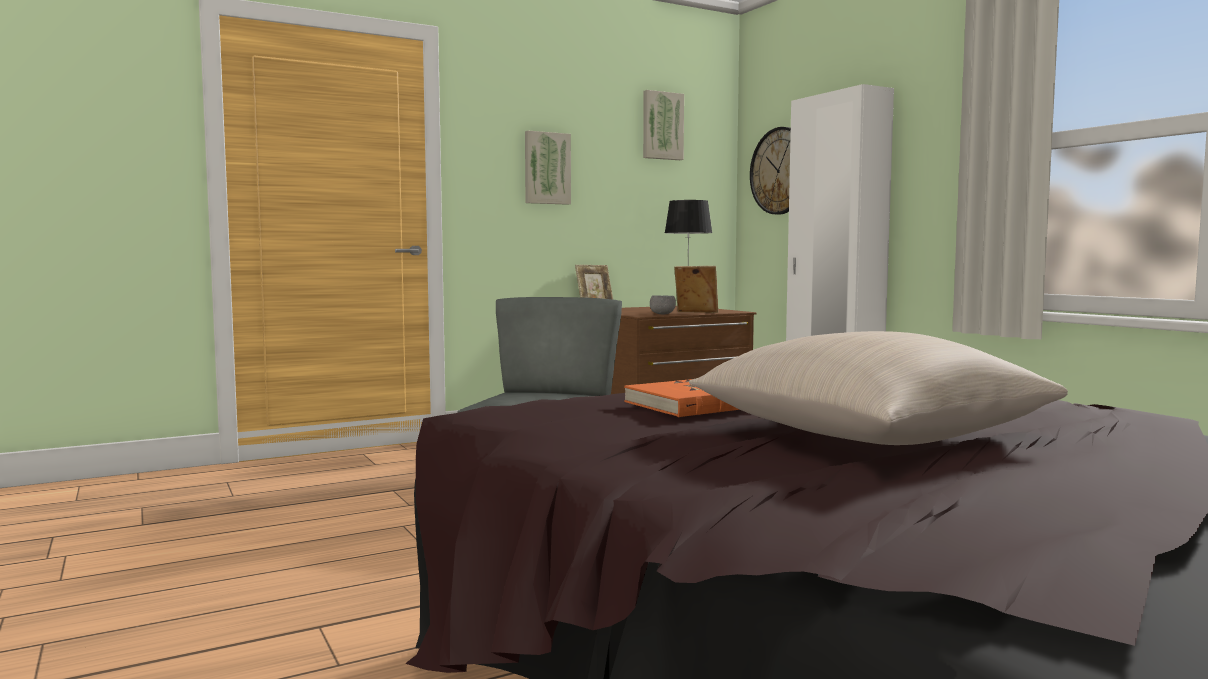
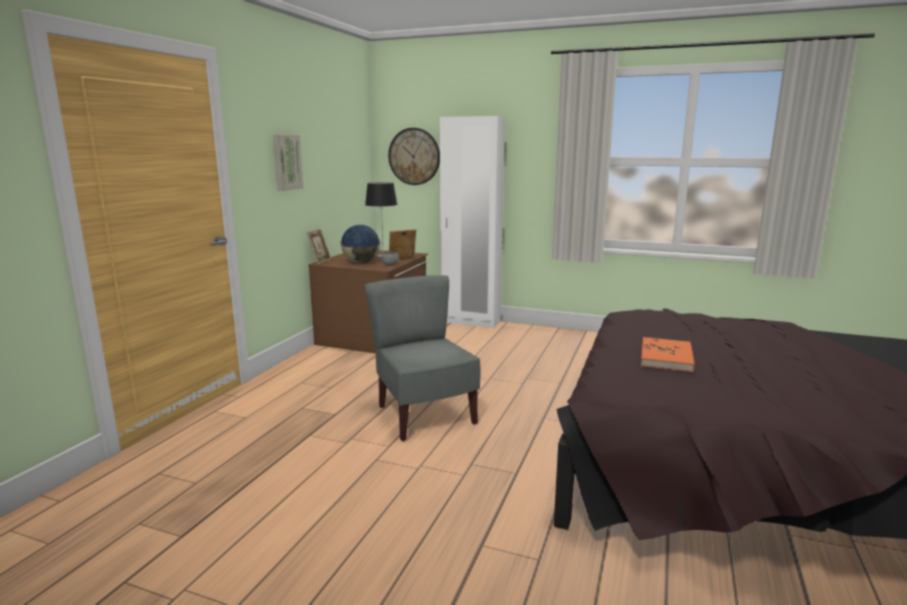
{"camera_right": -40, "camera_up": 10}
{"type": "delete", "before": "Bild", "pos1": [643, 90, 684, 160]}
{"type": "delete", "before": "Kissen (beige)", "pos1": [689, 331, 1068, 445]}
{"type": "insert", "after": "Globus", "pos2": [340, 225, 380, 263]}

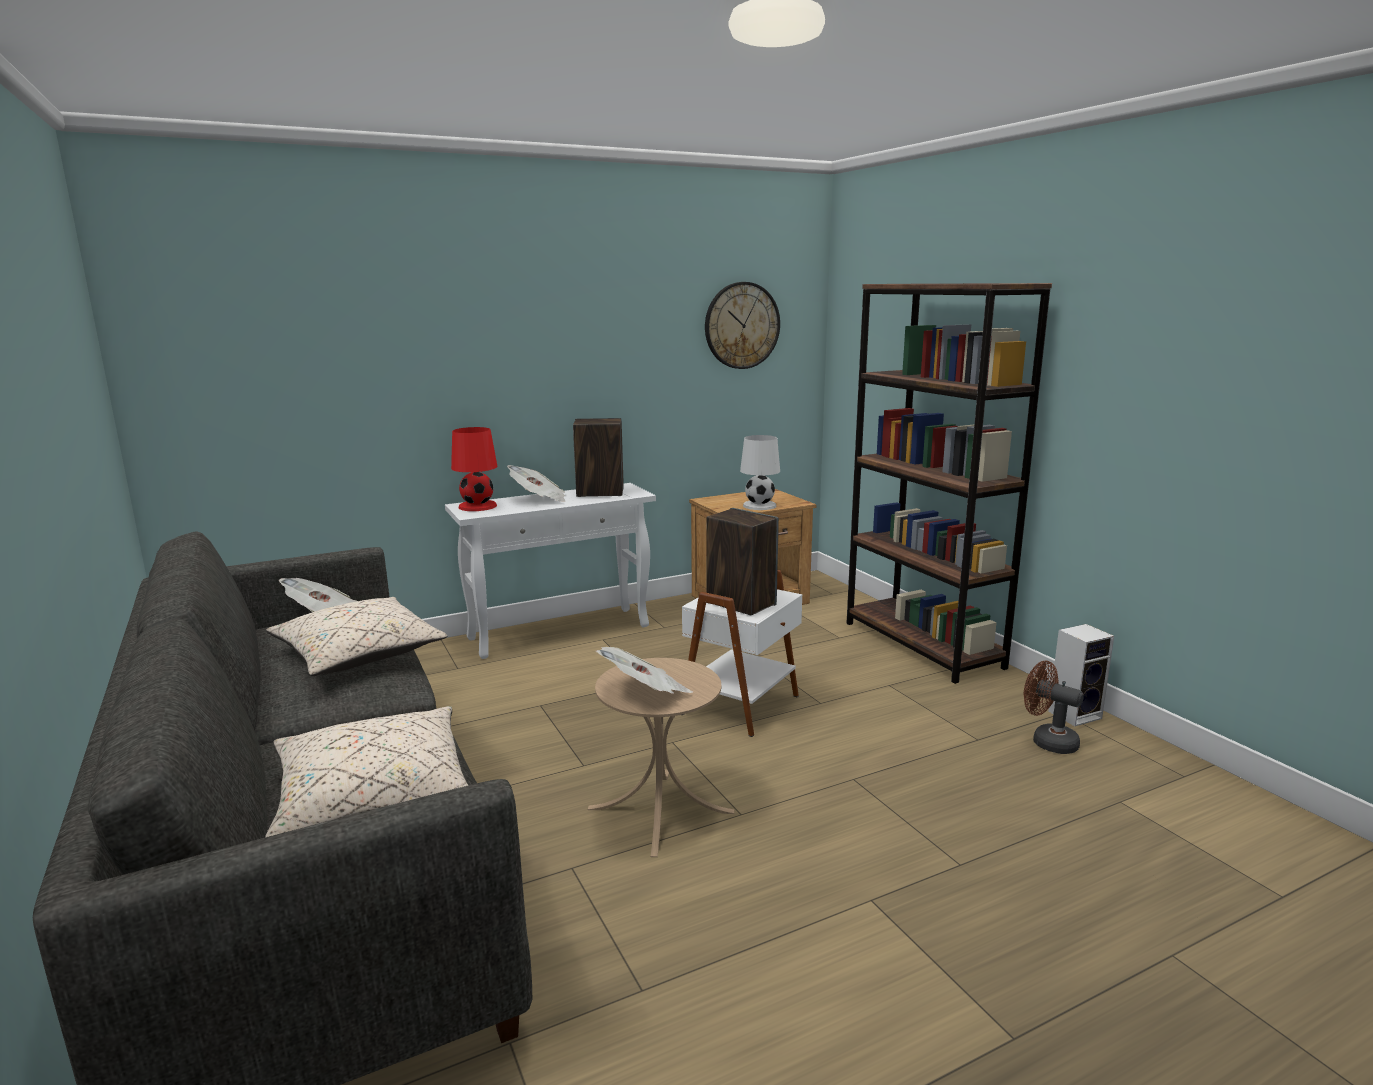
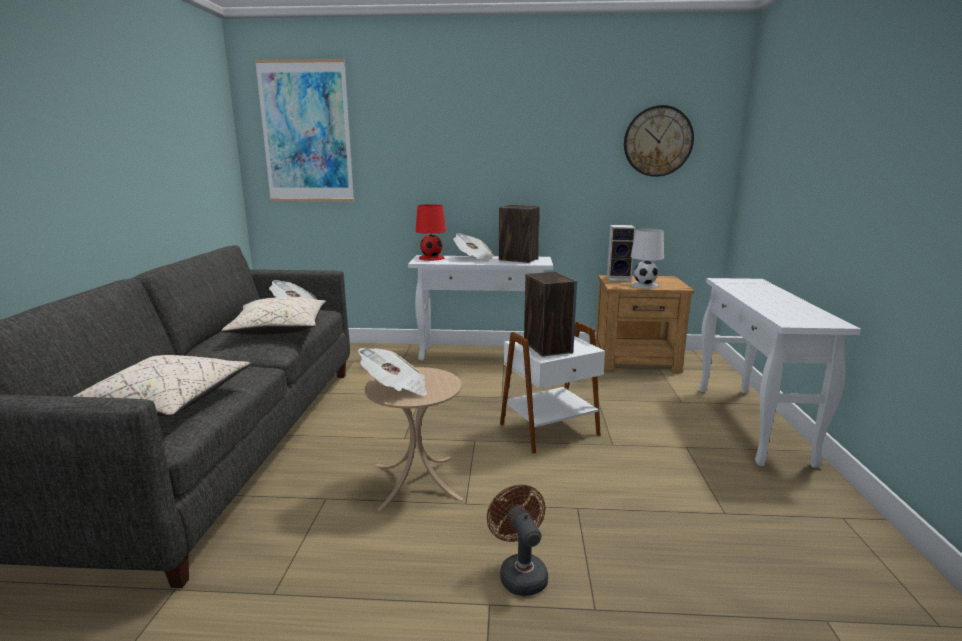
{"camera_right": 30, "camera_up": 0}
{"type": "replace", "before": "Bücherregal (braun)", "after": "Konsolentisch (weiß)", "pos1": [846, 283, 1052, 684], "pos2": [699, 278, 861, 468]}
{"type": "move", "before": "Ventilator (braun)", "pos1": [1024, 661, 1084, 754], "pos2": [487, 484, 548, 596]}
{"type": "move", "before": "Lautsprecher", "pos1": [1048, 624, 1114, 726], "pos2": [607, 225, 635, 282]}
{"type": "insert", "after": "Bild", "pos2": [255, 59, 354, 202]}

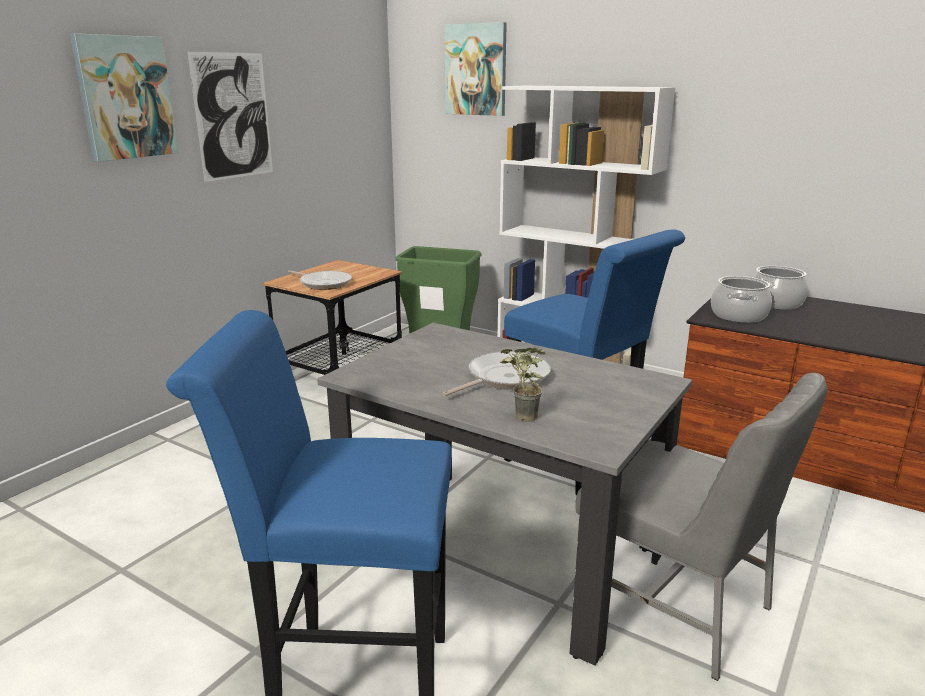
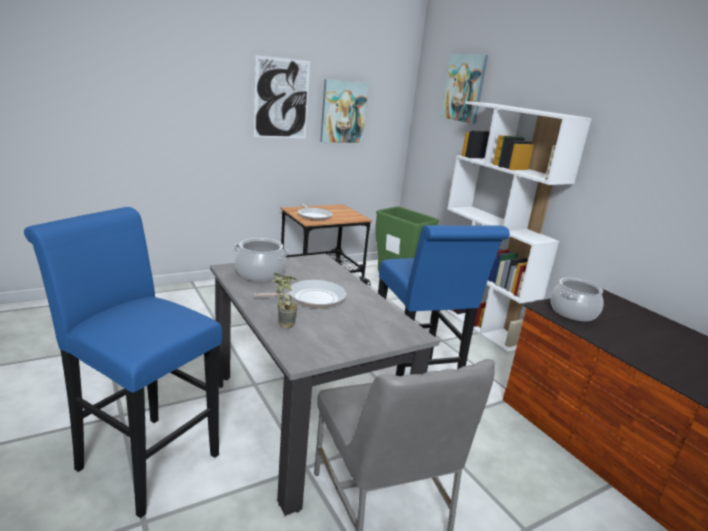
{"camera_right": 25, "camera_up": 0}
{"type": "move", "before": "Bild", "pos1": [70, 33, 179, 162], "pos2": [320, 79, 369, 143]}
{"type": "move", "before": "Kochtopf", "pos1": [753, 266, 808, 310], "pos2": [233, 238, 290, 281]}

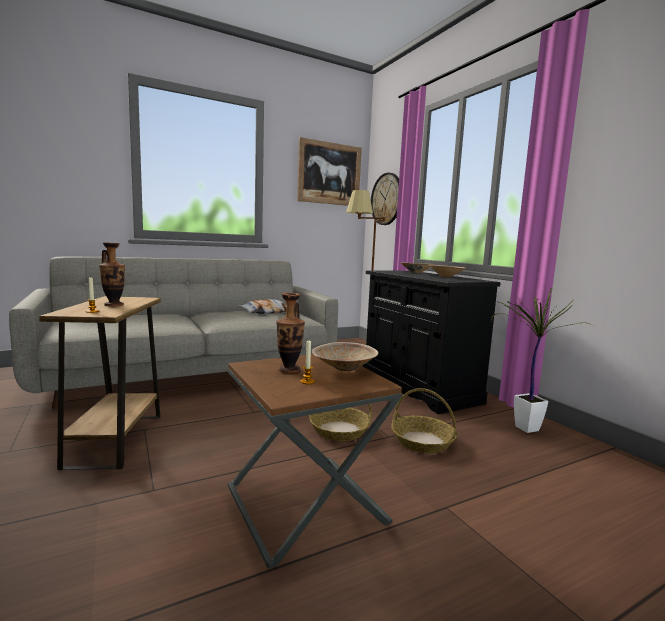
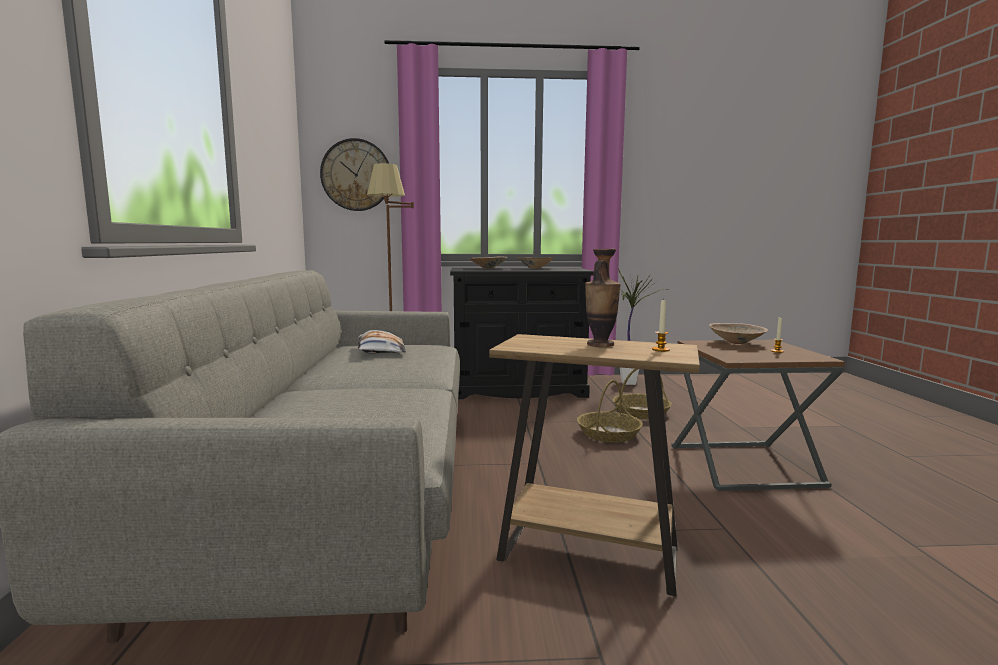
{"camera_right": -65, "camera_up": 0}
{"type": "delete", "before": "Vase", "pos1": [276, 293, 305, 373]}
{"type": "delete", "before": "Bild", "pos1": [297, 137, 362, 206]}

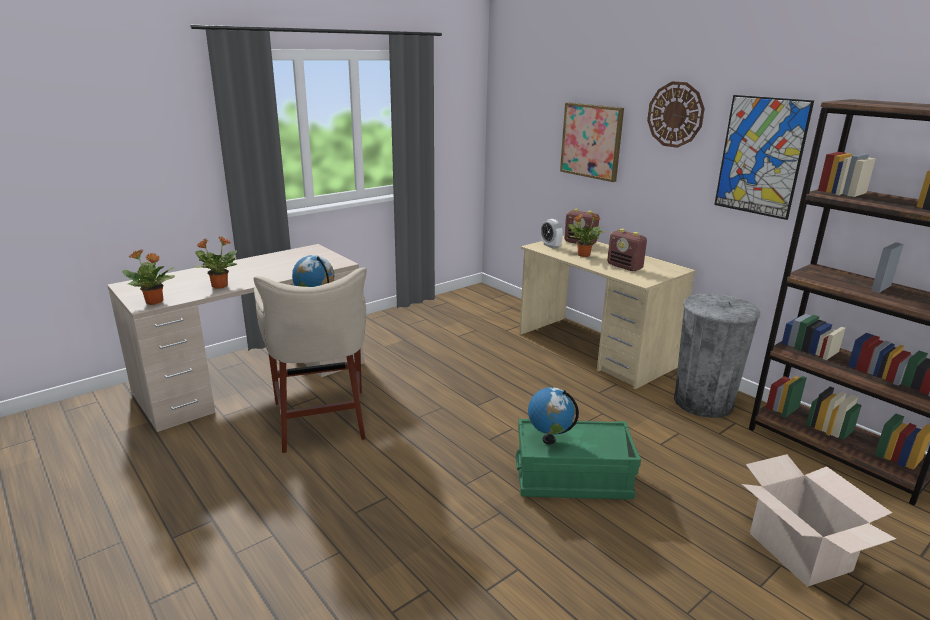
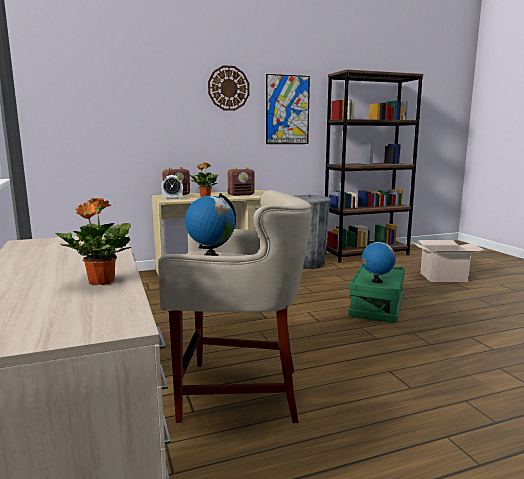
{"camera_right": -70, "camera_up": -10}
{"type": "delete", "before": "Topfpflanze", "pos1": [122, 250, 175, 305]}
{"type": "delete", "before": "Bild", "pos1": [560, 102, 624, 182]}

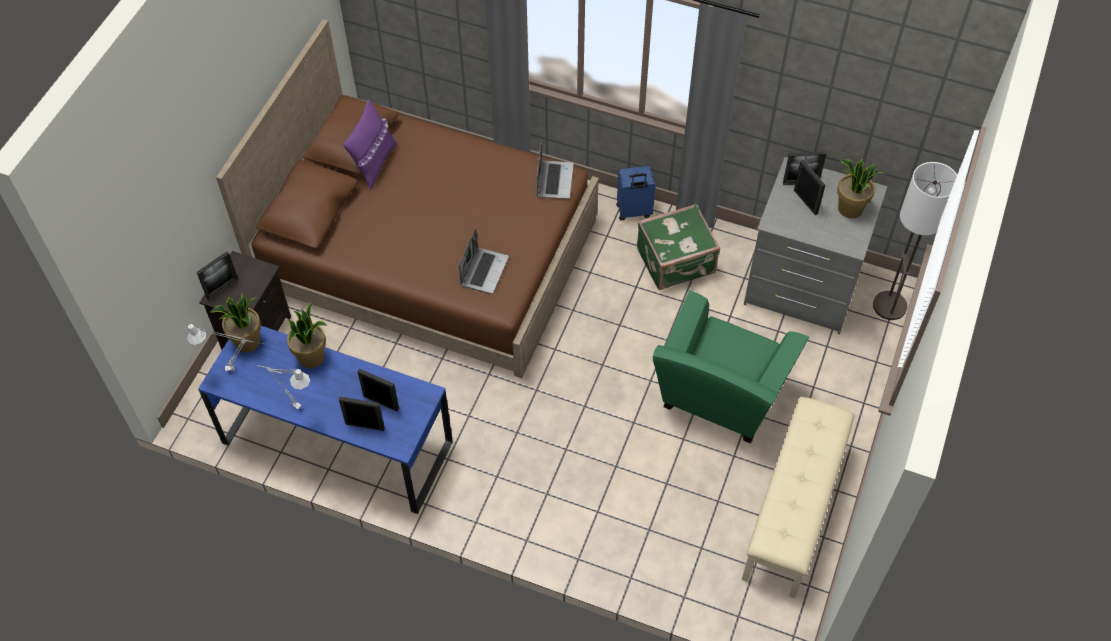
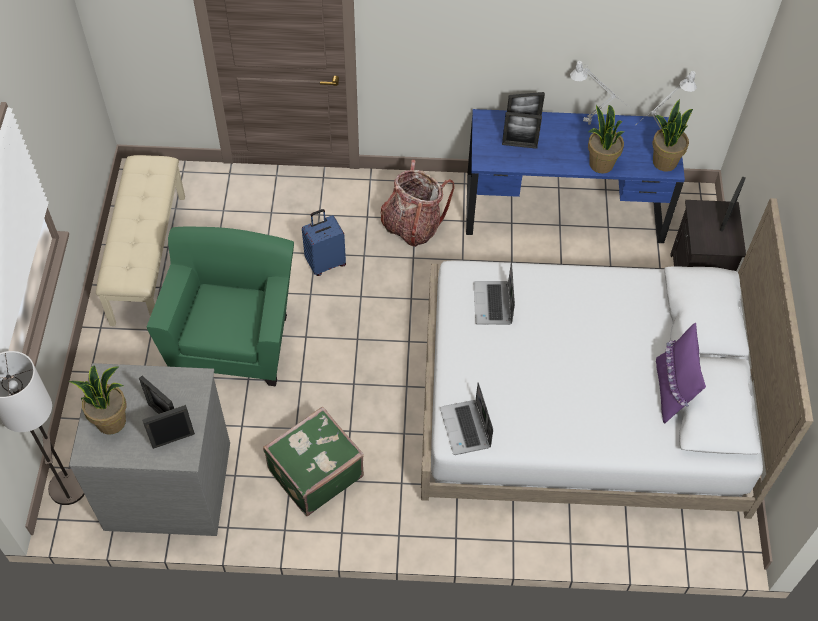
{"camera_right": 160, "camera_up": 0}
{"type": "recolor", "before": "Bett (braun)", "after": "Bett (weiß)", "pos1": [216, 19, 599, 378], "pos2": [421, 198, 813, 519]}
{"type": "move", "before": "Koffer (blau)", "pos1": [616, 166, 656, 221], "pos2": [302, 209, 346, 276]}
{"type": "insert", "after": "Rucksack", "pos2": [381, 160, 454, 247]}

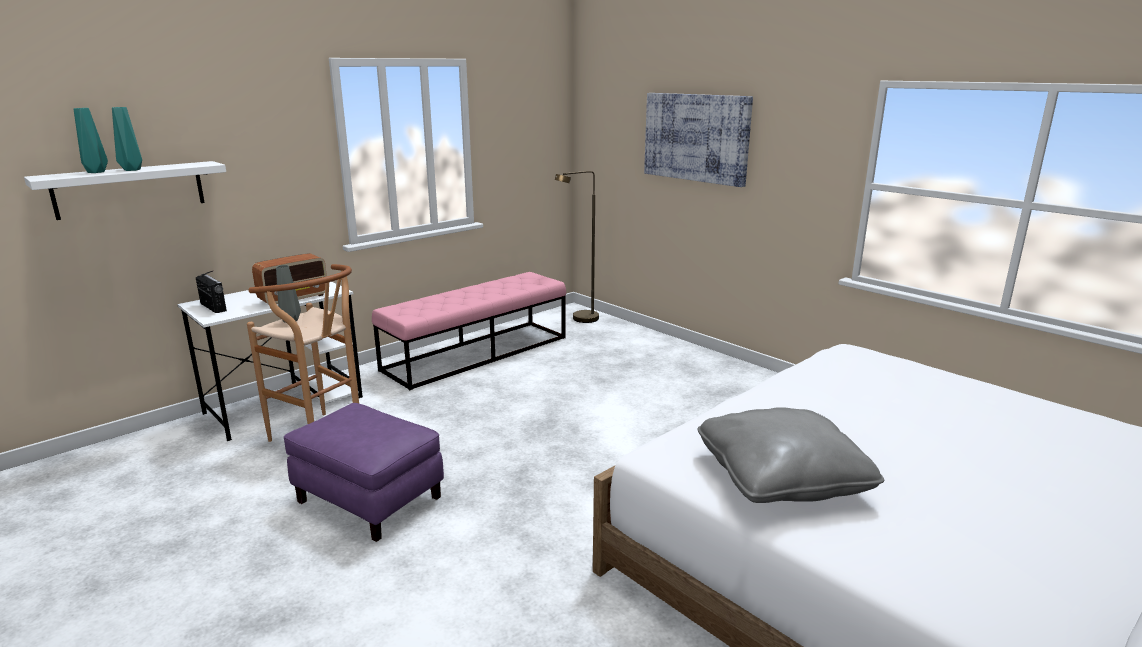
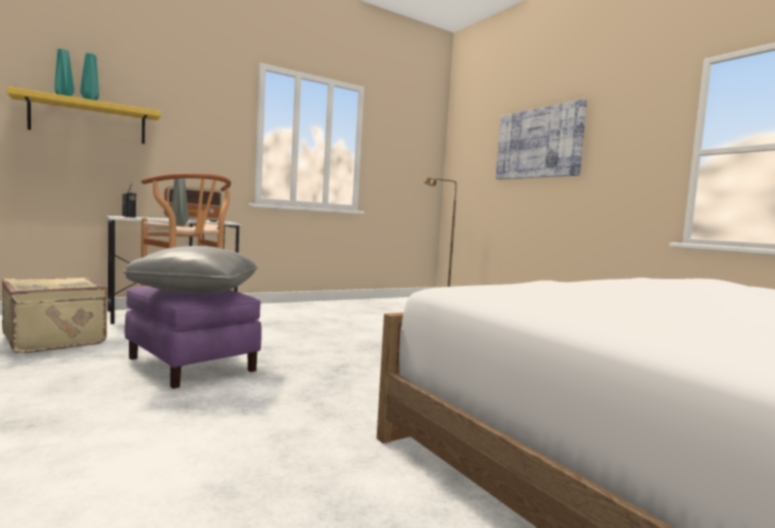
{"camera_right": 10, "camera_up": -15}
{"type": "recolor", "before": "Wandregal (weiß)", "after": "Wandregal (gelb)", "pos1": [24, 161, 226, 220], "pos2": [7, 86, 161, 144]}
{"type": "delete", "before": "Bank (rosa)", "pos1": [372, 272, 566, 390]}
{"type": "move", "before": "Kissen (grau)", "pos1": [698, 407, 884, 503], "pos2": [123, 246, 258, 294]}
{"type": "insert", "after": "Koffer (beige)", "pos2": [2, 277, 109, 353]}

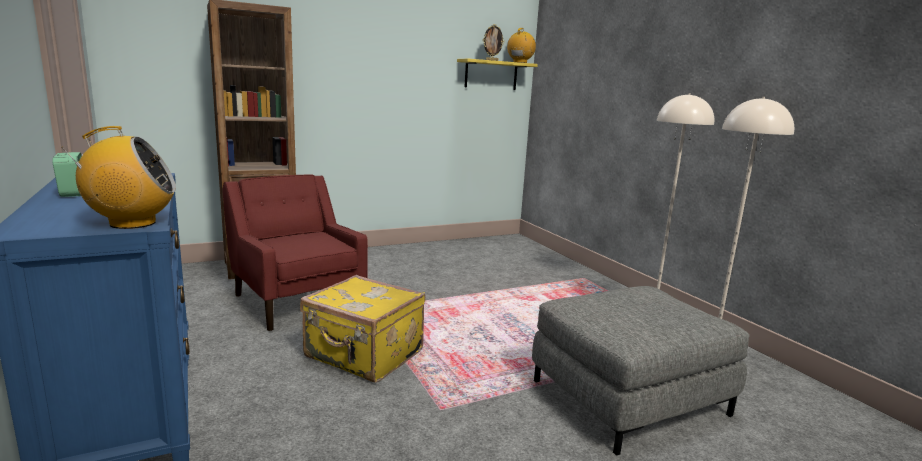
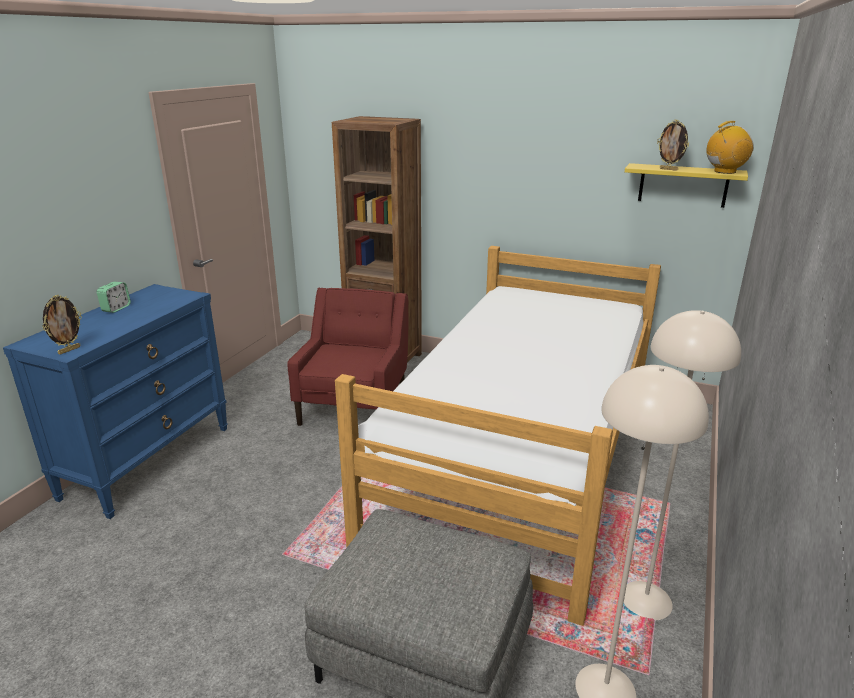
{"camera_right": 50, "camera_up": 10}
{"type": "replace", "before": "Radio", "after": "Bilderrahmen", "pos1": [62, 126, 176, 229], "pos2": [42, 295, 82, 355]}
{"type": "delete", "before": "Koffer (gelb)", "pos1": [300, 275, 426, 383]}
{"type": "insert", "after": "Bett", "pos2": [335, 246, 661, 626]}

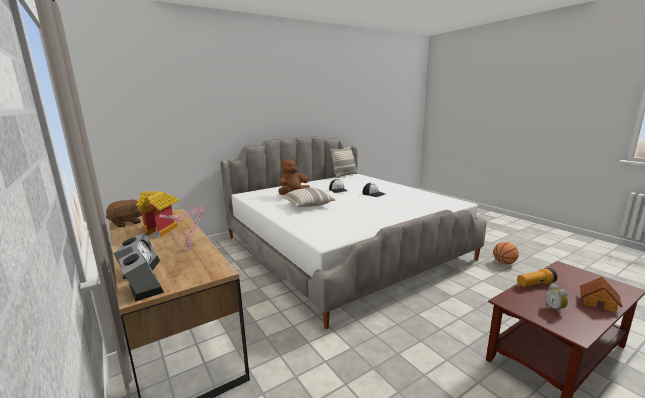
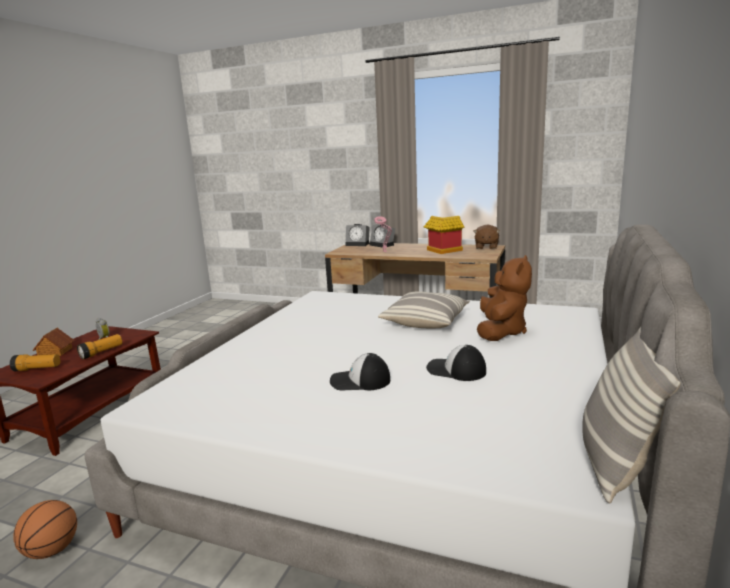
{"camera_right": 145, "camera_up": 0}
{"type": "insert", "after": "Taschenlampe", "pos2": [10, 354, 61, 371]}

